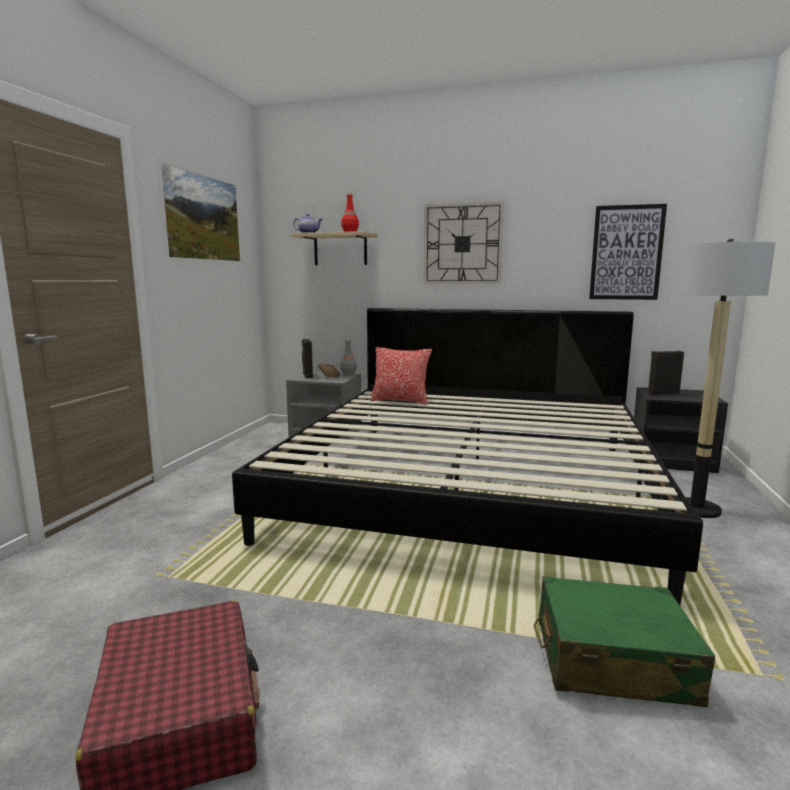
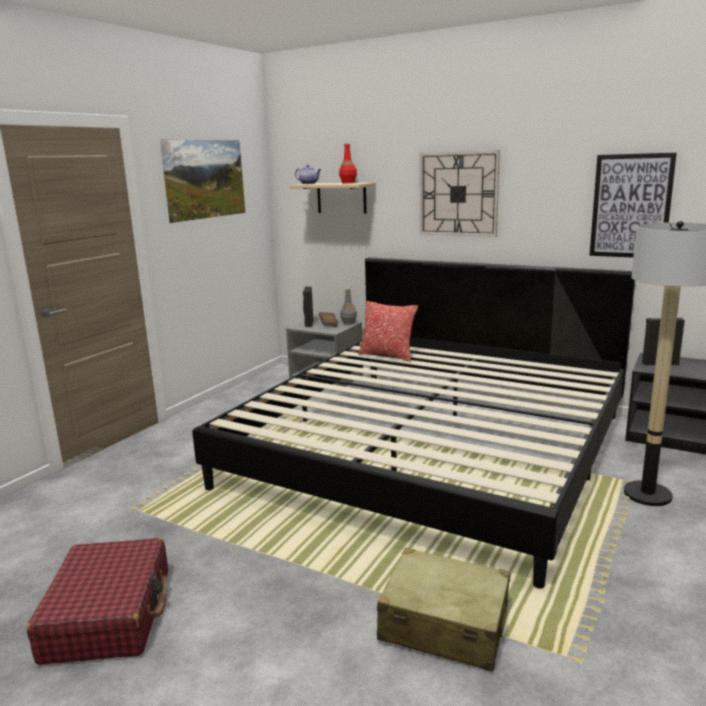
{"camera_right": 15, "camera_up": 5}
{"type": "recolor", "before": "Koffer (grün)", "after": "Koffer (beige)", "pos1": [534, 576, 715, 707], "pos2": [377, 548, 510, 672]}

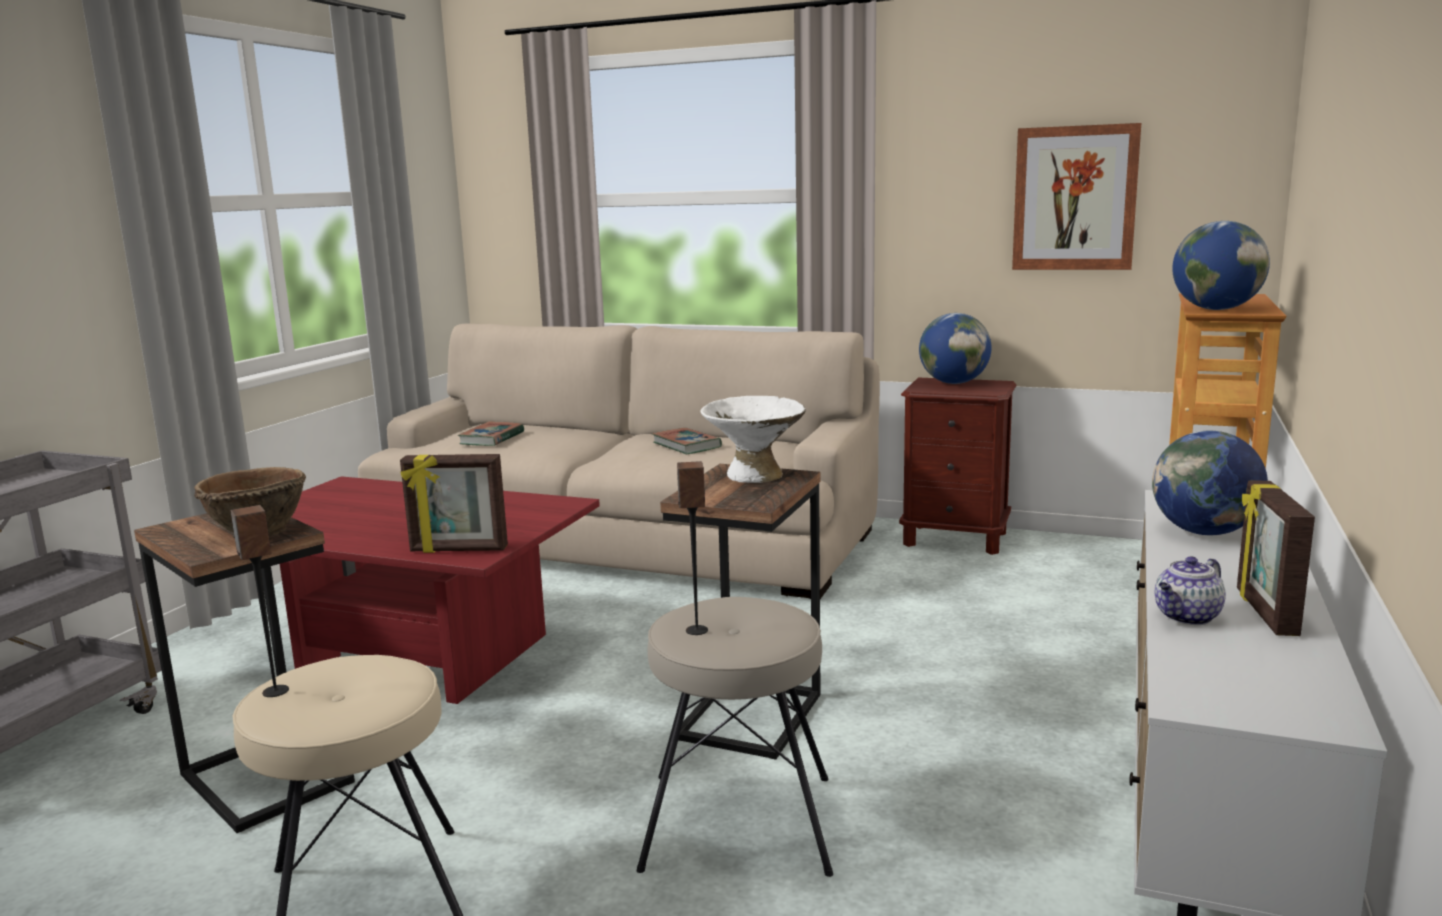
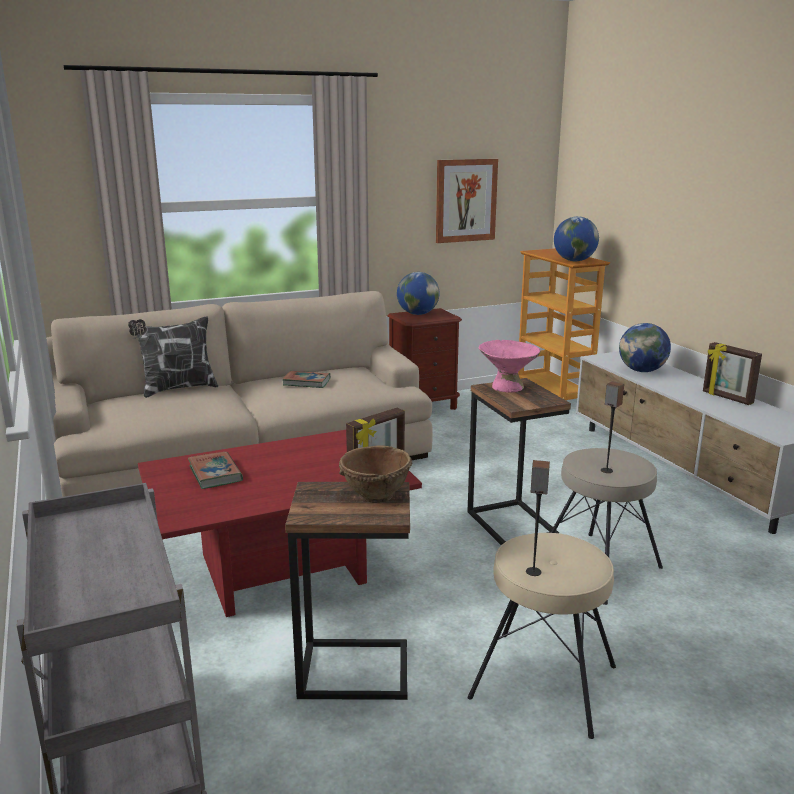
{"camera_right": -45, "camera_up": 5}
{"type": "move", "before": "Buch", "pos1": [458, 421, 524, 446], "pos2": [188, 452, 243, 489]}
{"type": "recolor", "before": "Schüssel (weiß)", "after": "Schüssel (rosa)", "pos1": [700, 396, 806, 483], "pos2": [479, 340, 540, 392]}
{"type": "delete", "before": "Teekanne", "pos1": [1155, 556, 1226, 625]}
{"type": "insert", "after": "Kissen", "pos2": [128, 317, 218, 398]}

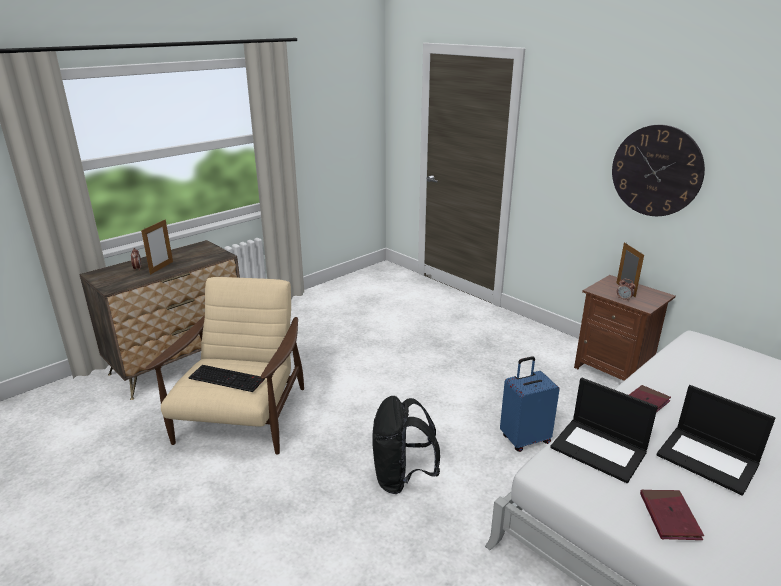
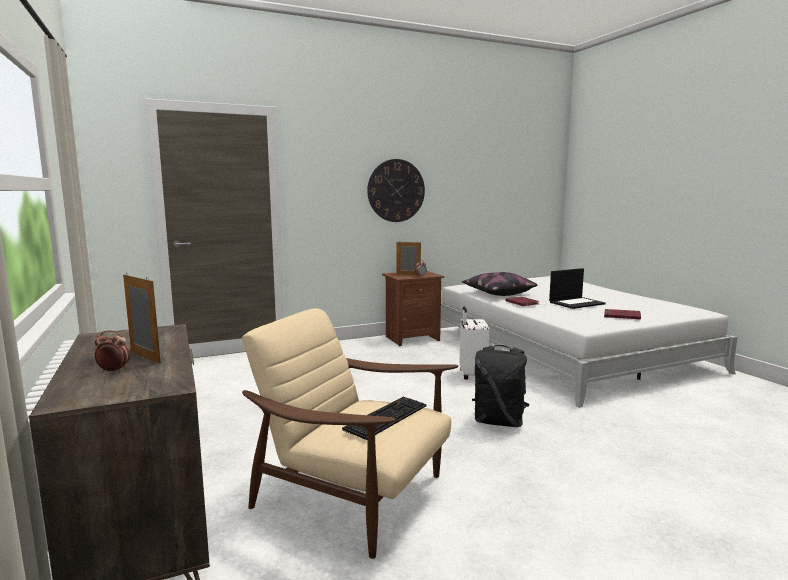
{"camera_right": -70, "camera_up": -15}
{"type": "recolor", "before": "Koffer (blau)", "after": "Koffer (weiß)", "pos1": [500, 356, 560, 452], "pos2": [459, 306, 489, 380]}
{"type": "delete", "before": "Laptop", "pos1": [550, 378, 658, 483]}
{"type": "insert", "after": "Kissen", "pos2": [462, 272, 537, 296]}

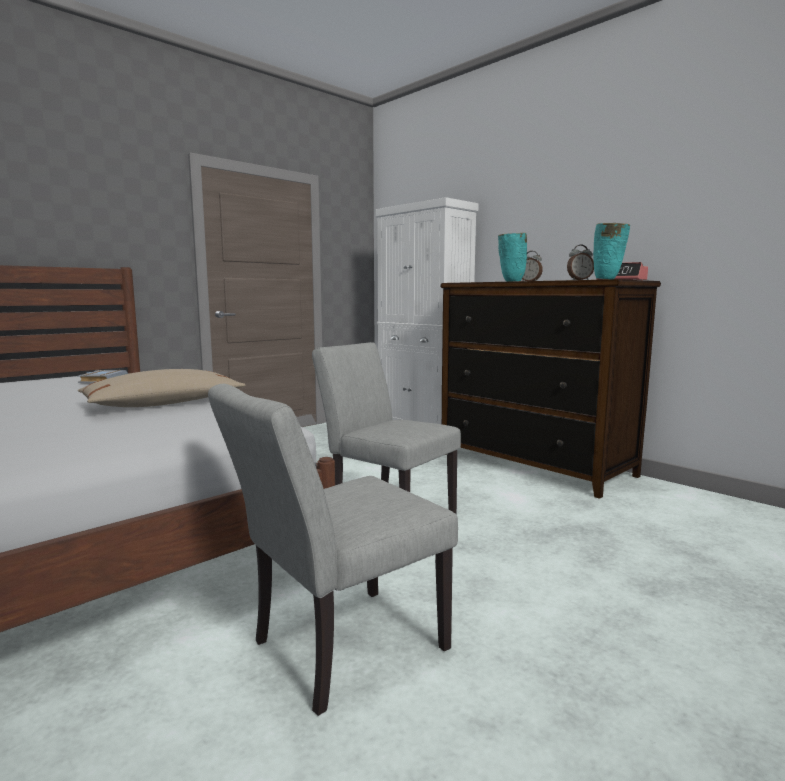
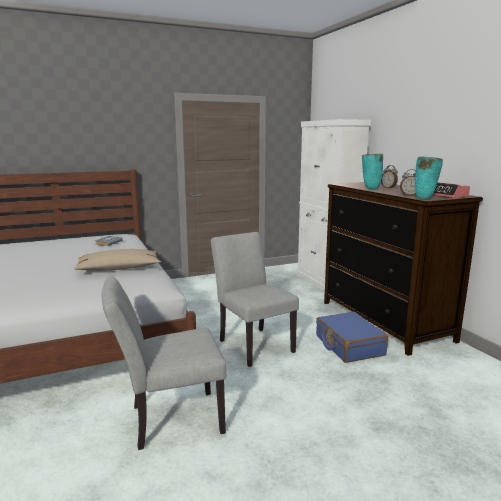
{"camera_right": 20, "camera_up": 5}
{"type": "insert", "after": "Koffer (blau)", "pos2": [316, 312, 388, 363]}

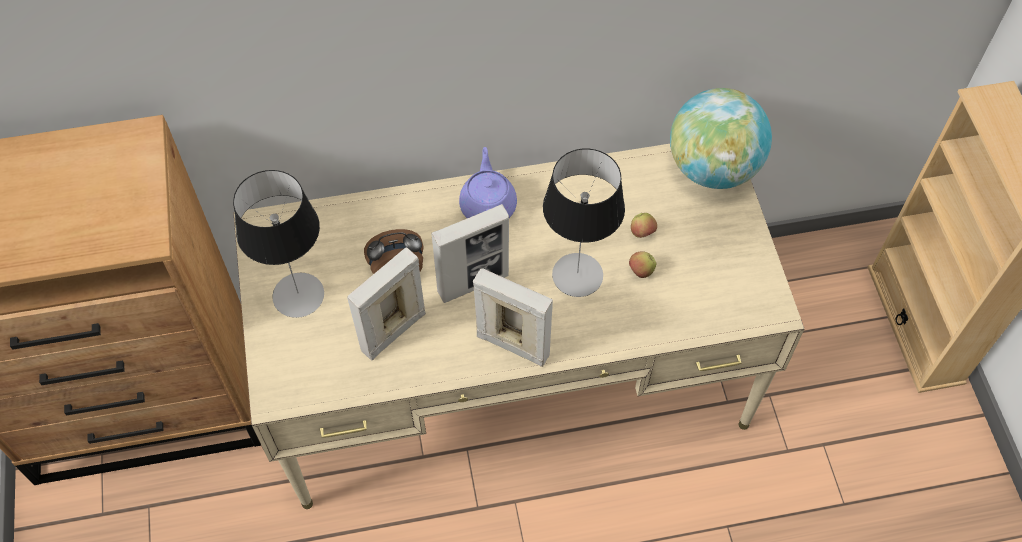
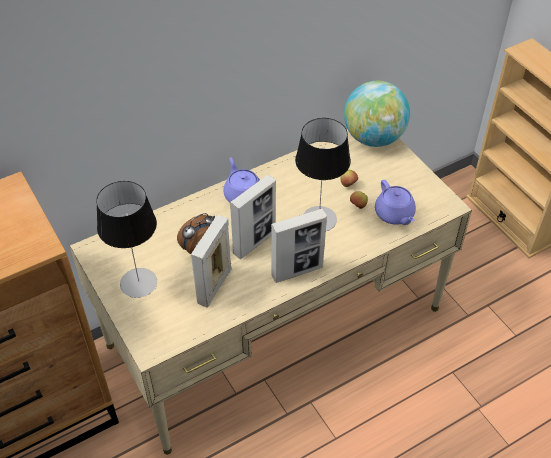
{"camera_right": -20, "camera_up": -10}
{"type": "rotate", "before": "Bilderrahmen", "pos1": [473, 268, 553, 367], "pos2": [271, 209, 327, 283], "turn": 150}
{"type": "insert", "after": "Teekanne (lila)", "pos2": [375, 180, 416, 225]}

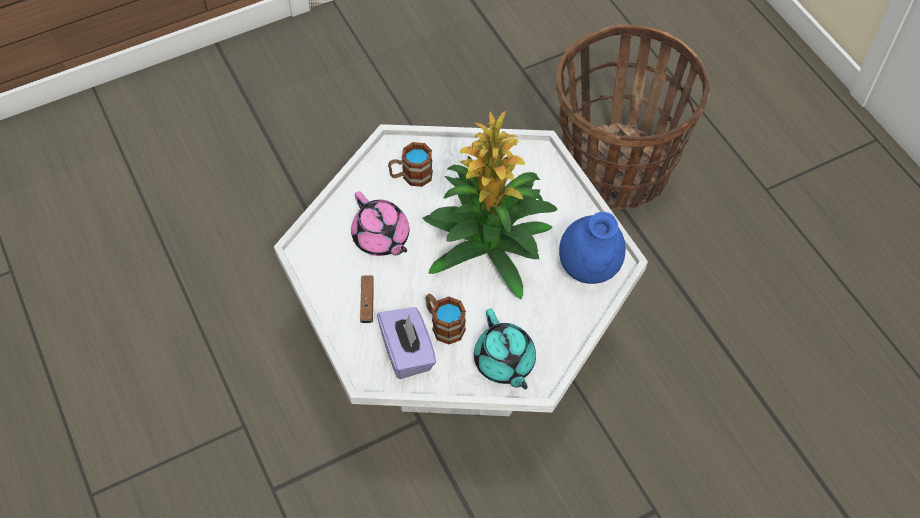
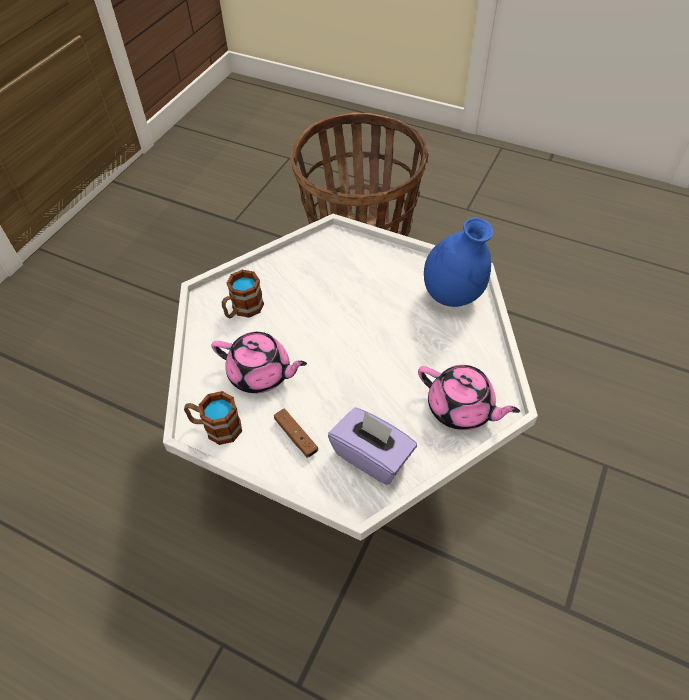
{"camera_right": -35, "camera_up": -5}
{"type": "delete", "before": "Topfpflanze", "pos1": [422, 111, 558, 299]}
{"type": "move", "before": "Henkelbecher", "pos1": [425, 294, 466, 344], "pos2": [184, 391, 242, 445]}
{"type": "recolor", "before": "Teekanne (türkis)", "after": "Teekanne (rosa)", "pos1": [474, 309, 536, 389], "pos2": [418, 365, 520, 430]}

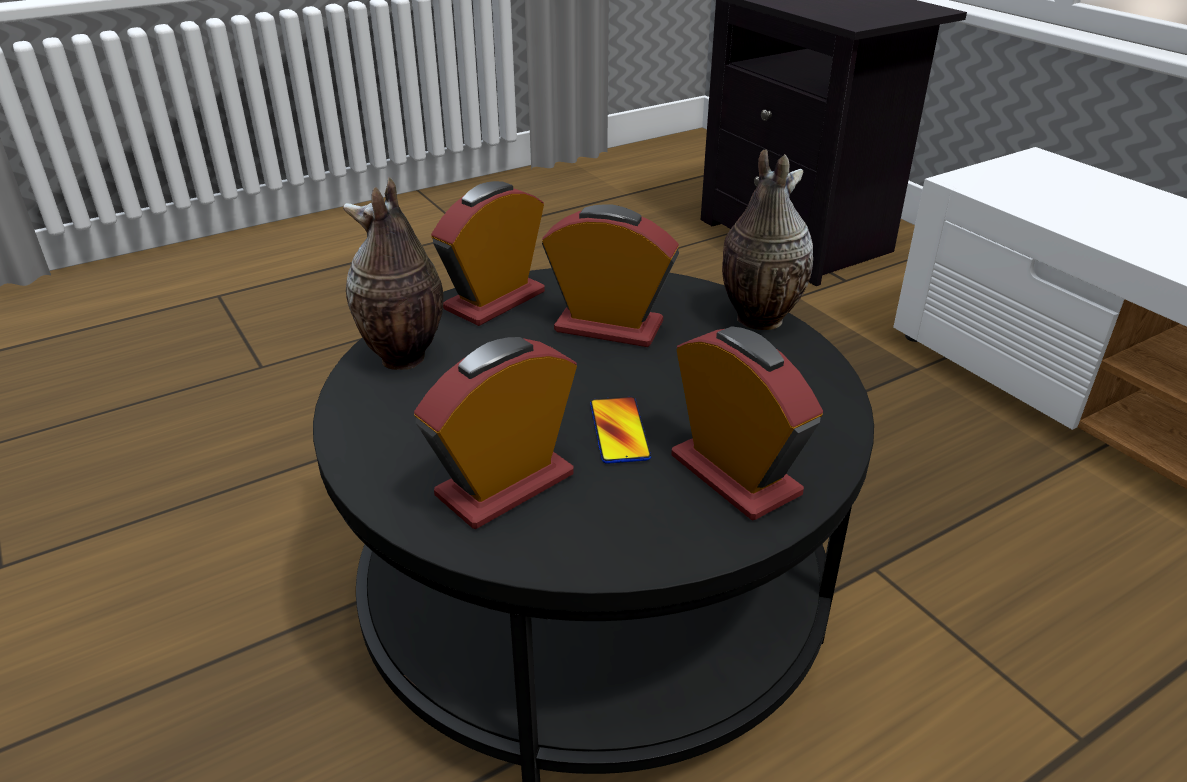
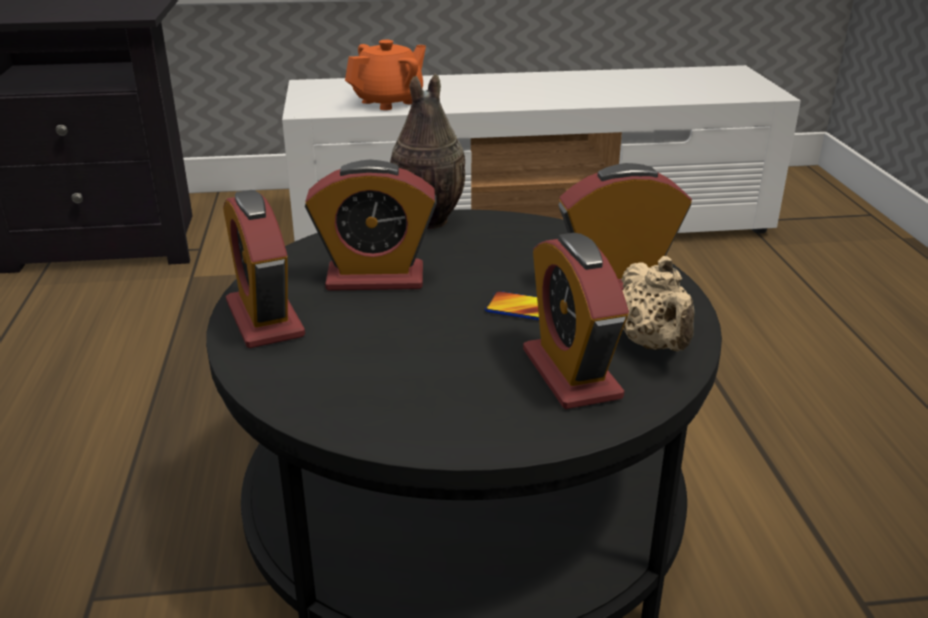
{"camera_right": -65, "camera_up": -5}
{"type": "delete", "before": "Vase", "pos1": [343, 177, 444, 370]}
{"type": "rotate", "before": "Wecker", "pos1": [542, 204, 679, 347], "pos2": [305, 160, 436, 291], "turn": -135}
{"type": "insert", "after": "Teekanne (orange)", "pos2": [345, 40, 426, 110]}
{"type": "insert", "after": "Teekanne (beige)", "pos2": [621, 256, 695, 352]}

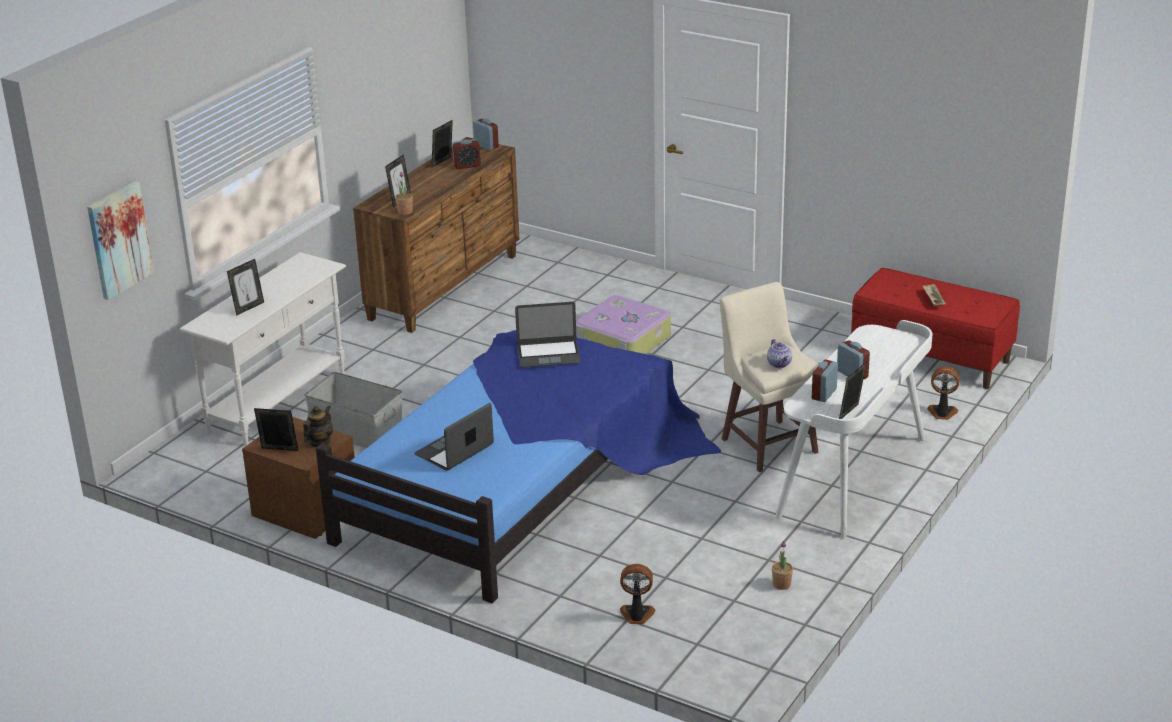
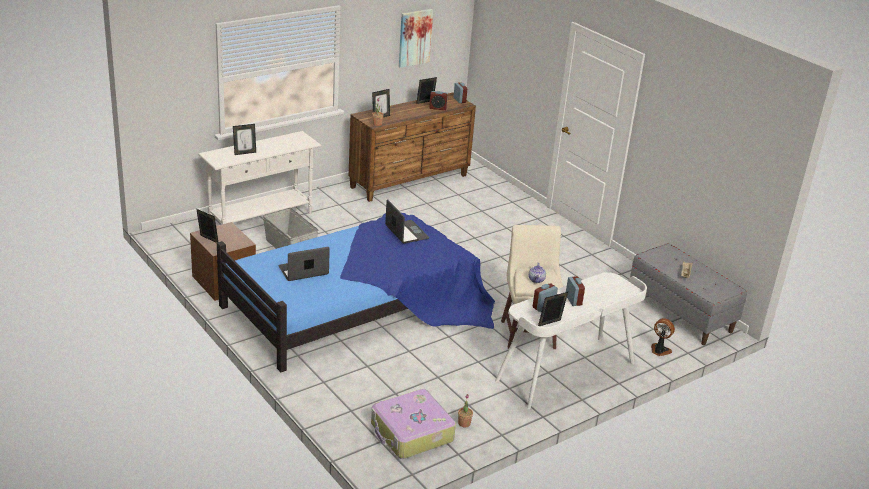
{"camera_right": 20, "camera_up": 0}
{"type": "move", "before": "Bild", "pos1": [87, 181, 154, 300], "pos2": [399, 9, 433, 68]}
{"type": "delete", "before": "Teekanne", "pos1": [303, 406, 333, 447]}
{"type": "rotate", "before": "Laptop", "pos1": [515, 302, 581, 367], "pos2": [385, 199, 429, 243], "turn": -135}
{"type": "move", "before": "Koffer", "pos1": [576, 295, 671, 354], "pos2": [371, 389, 456, 459]}
{"type": "delete", "before": "Ventilator", "pos1": [620, 564, 656, 624]}
{"type": "recolor", "before": "Bank (rot)", "after": "Bank (grau)", "pos1": [851, 268, 1020, 389], "pos2": [630, 243, 747, 345]}

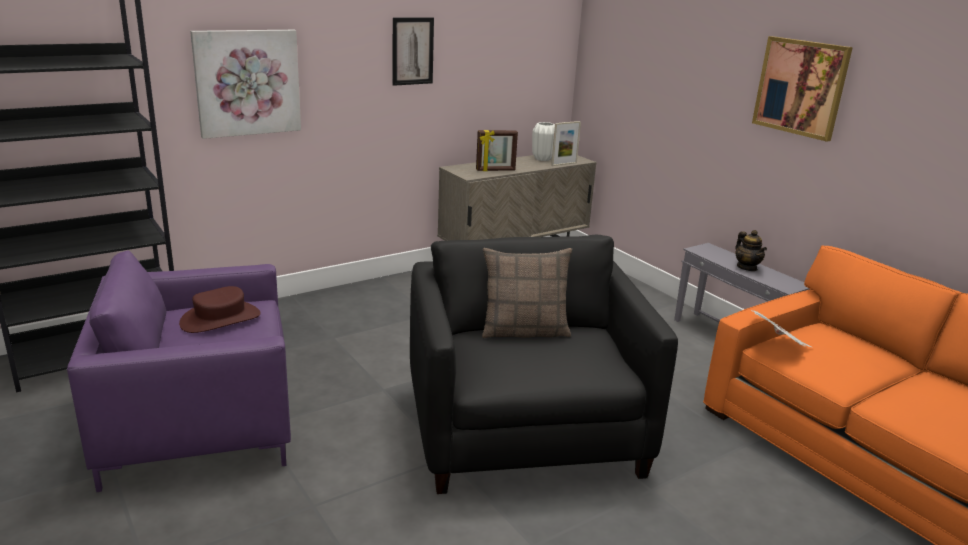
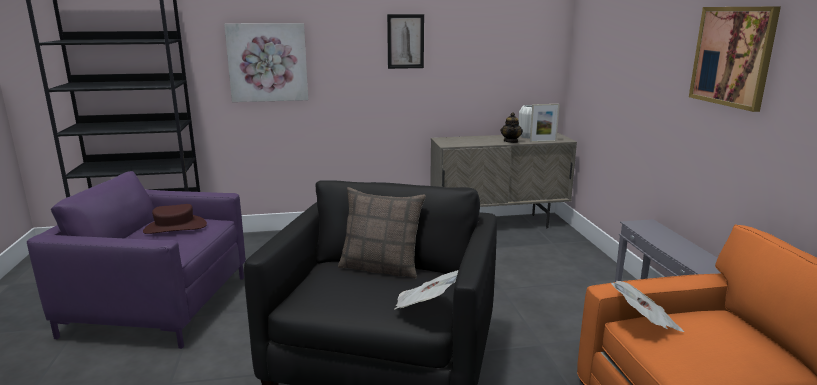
{"camera_right": 25, "camera_up": -5}
{"type": "delete", "before": "Bilderrahmen", "pos1": [476, 130, 518, 171]}
{"type": "move", "before": "Teekanne", "pos1": [735, 230, 767, 271], "pos2": [500, 112, 523, 143]}
{"type": "insert", "after": "Zeitung", "pos2": [394, 270, 459, 309]}

